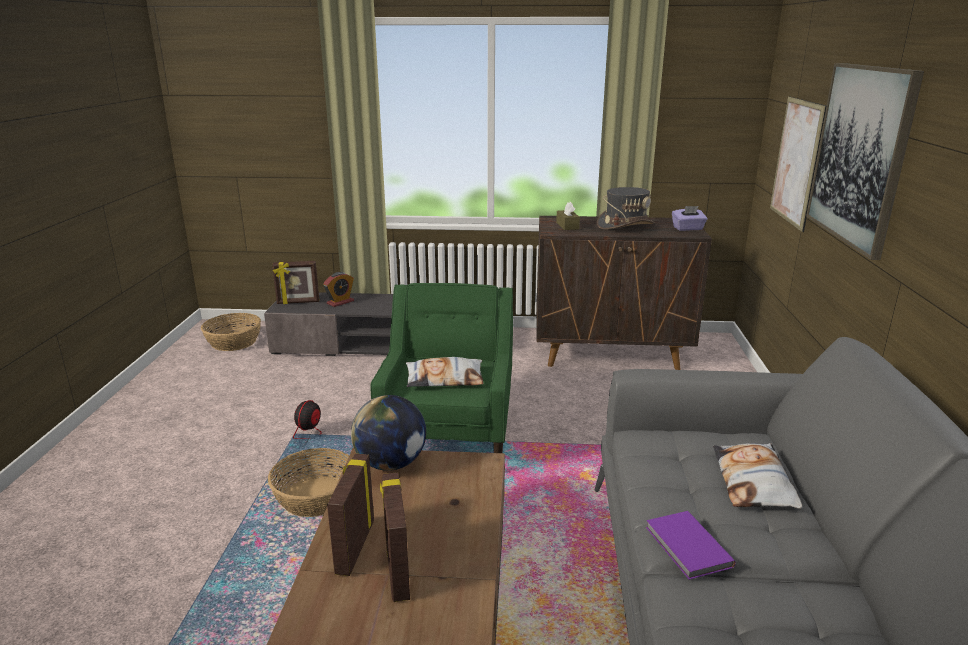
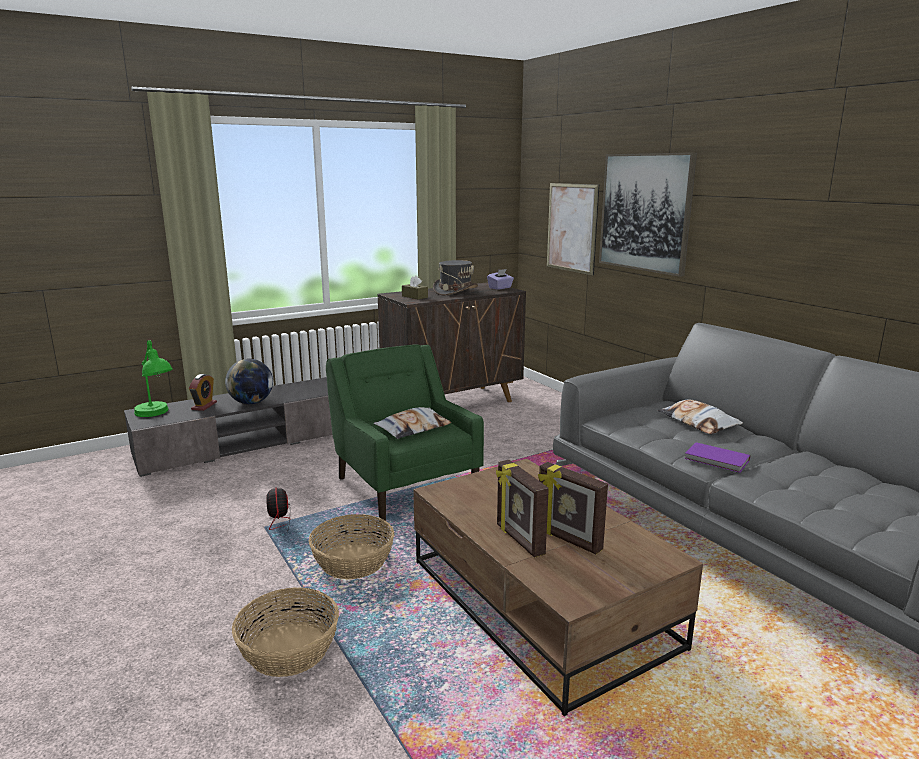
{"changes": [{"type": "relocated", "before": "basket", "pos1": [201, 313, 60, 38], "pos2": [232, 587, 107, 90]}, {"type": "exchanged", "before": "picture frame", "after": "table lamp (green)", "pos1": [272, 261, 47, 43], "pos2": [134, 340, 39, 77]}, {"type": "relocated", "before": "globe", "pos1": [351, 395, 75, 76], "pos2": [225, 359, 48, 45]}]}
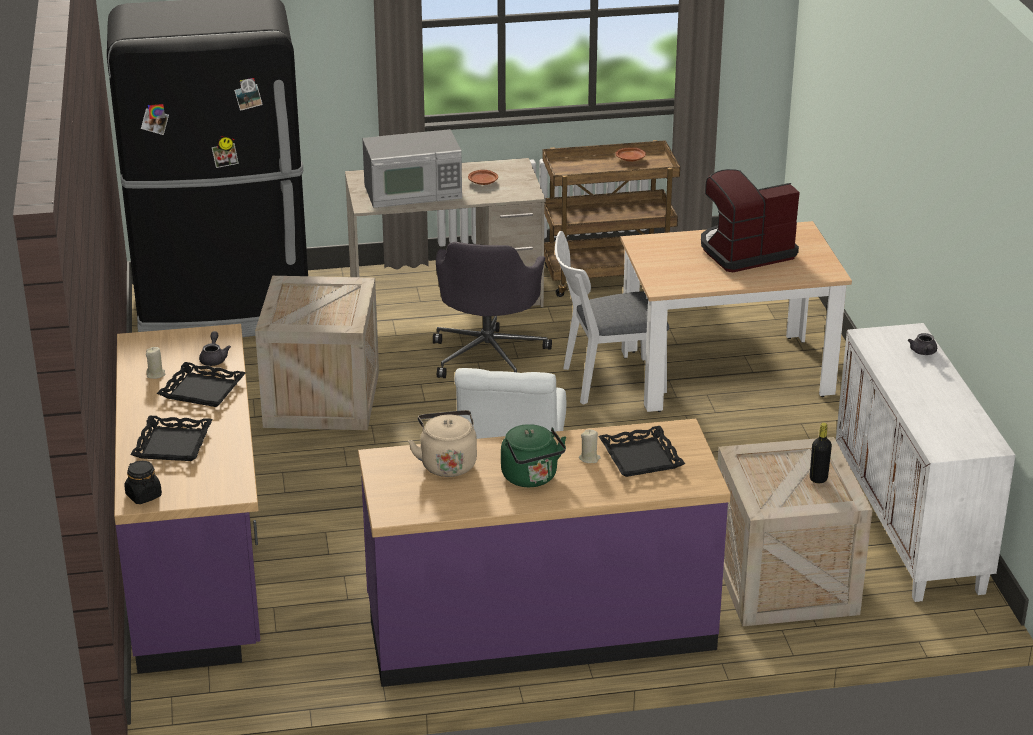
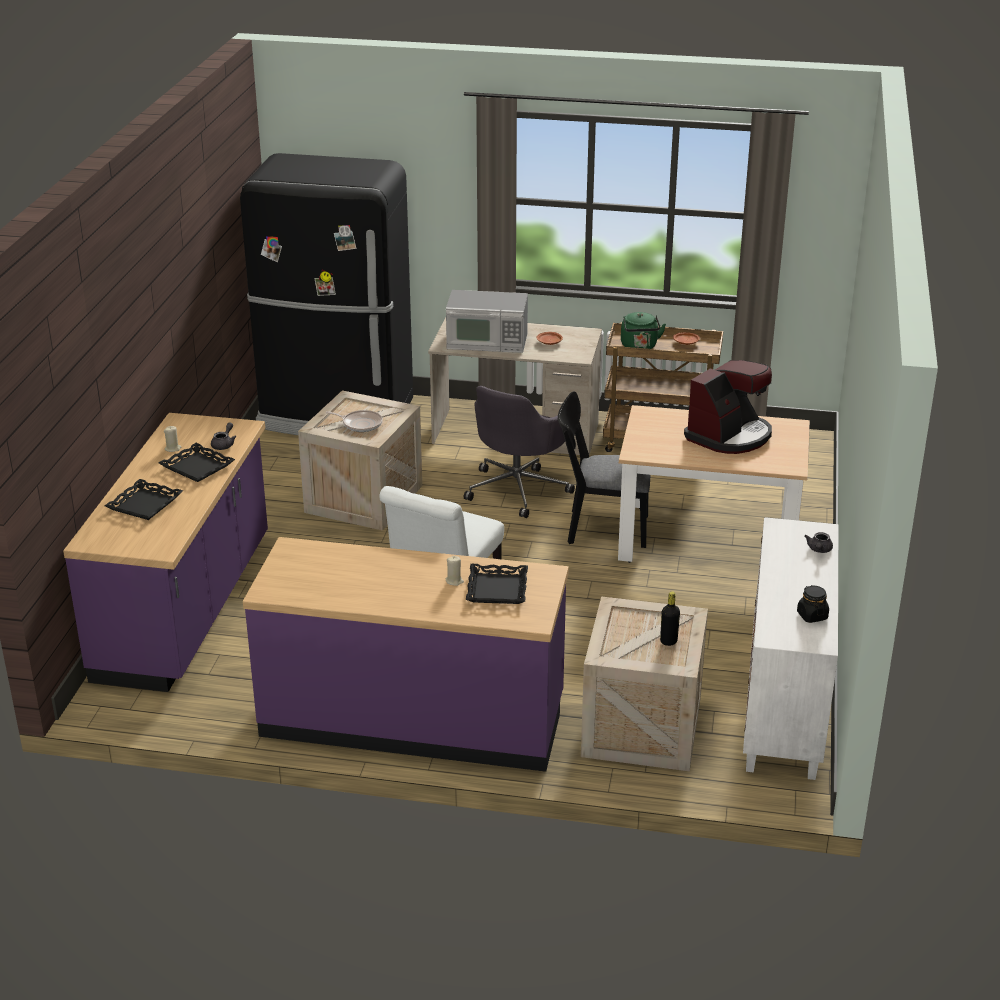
{"changes": [{"type": "relocated", "before": "jar (black)", "pos1": [124, 461, 38, 43], "pos2": [797, 585, 32, 38]}, {"type": "missing", "before": "kettle (beige)", "pos1": [408, 410, 69, 67]}, {"type": "relocated", "before": "kettle (green)", "pos1": [501, 424, 65, 63], "pos2": [621, 312, 45, 37]}, {"type": "colour", "before": "chair (white)", "after": "chair (black)", "pos1": [555, 231, 114, 174], "pos2": [558, 391, 93, 157]}, {"type": "spun", "before": "coffee machine", "pos1": [701, 169, 99, 103], "pos2": [684, 360, 88, 94], "turn": 135}, {"type": "appeared", "after": "frying pan", "pos2": [326, 410, 57, 22]}]}
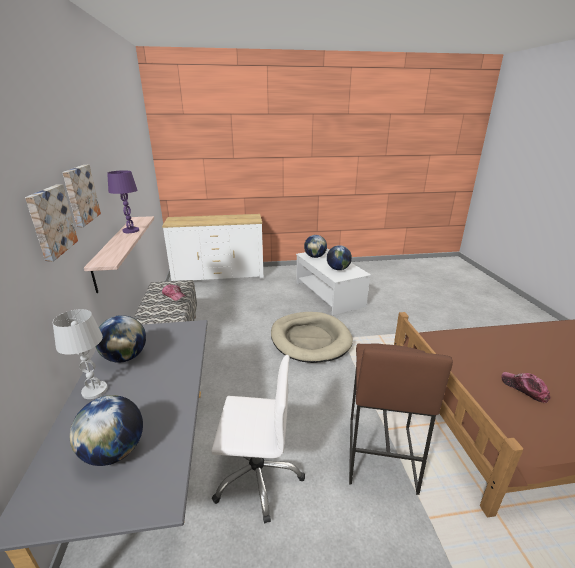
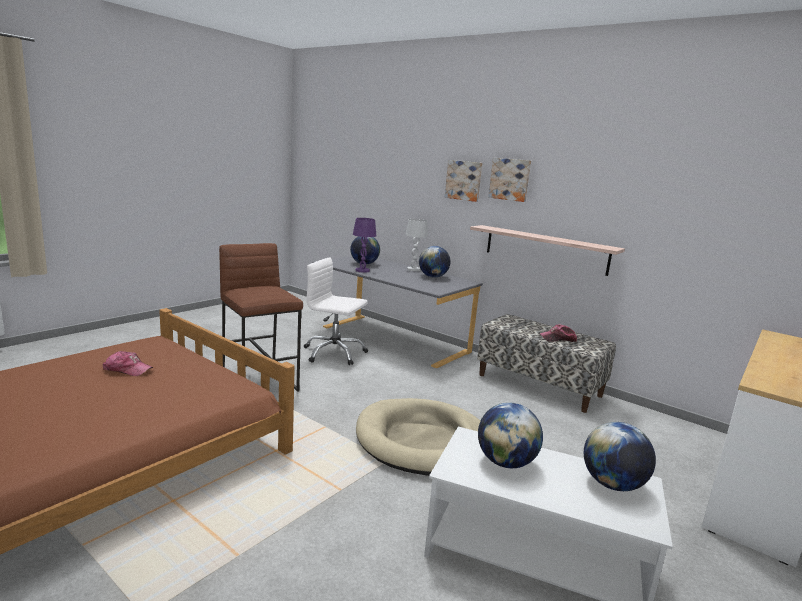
{"changes": [{"type": "relocated", "before": "table lamp (purple)", "pos1": [107, 170, 32, 63], "pos2": [353, 218, 23, 55]}, {"type": "spun", "before": "office chair (white)", "pos1": [211, 355, 94, 169], "pos2": [304, 257, 64, 108], "turn": 60}]}
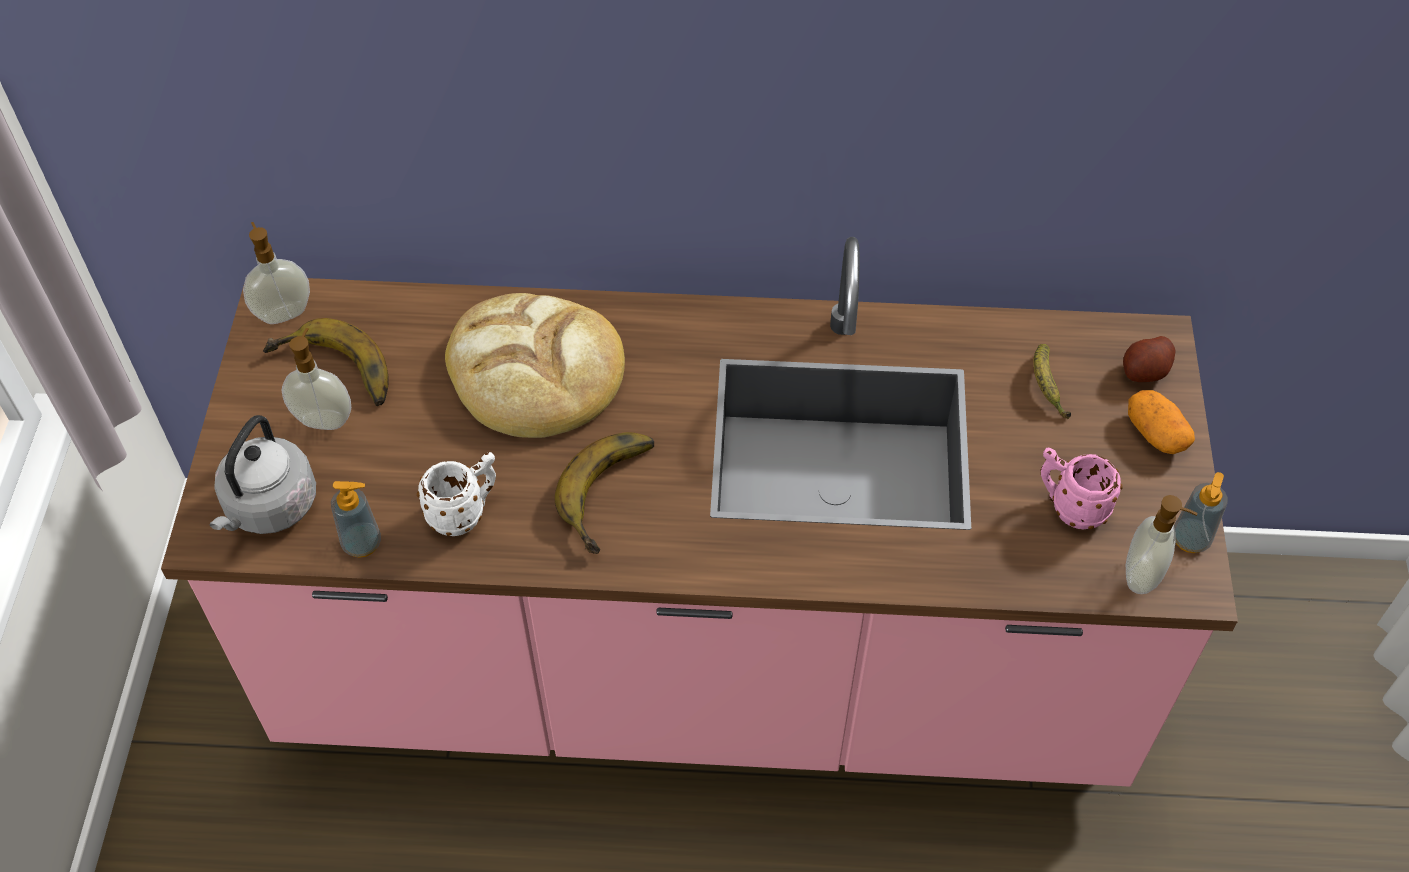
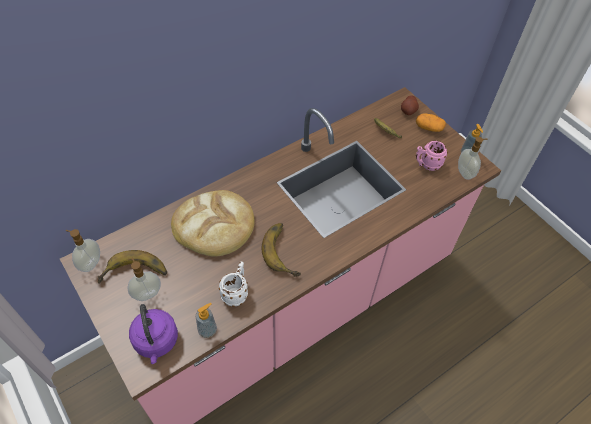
{"changes": [{"type": "colour", "before": "kettle (grey)", "after": "kettle (purple)", "pos1": [209, 415, 107, 119], "pos2": [129, 304, 49, 60]}]}
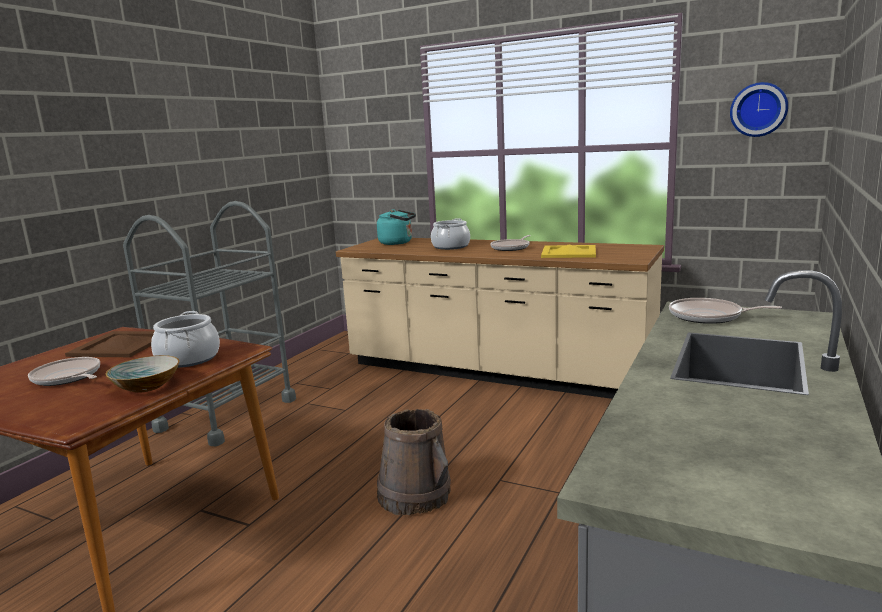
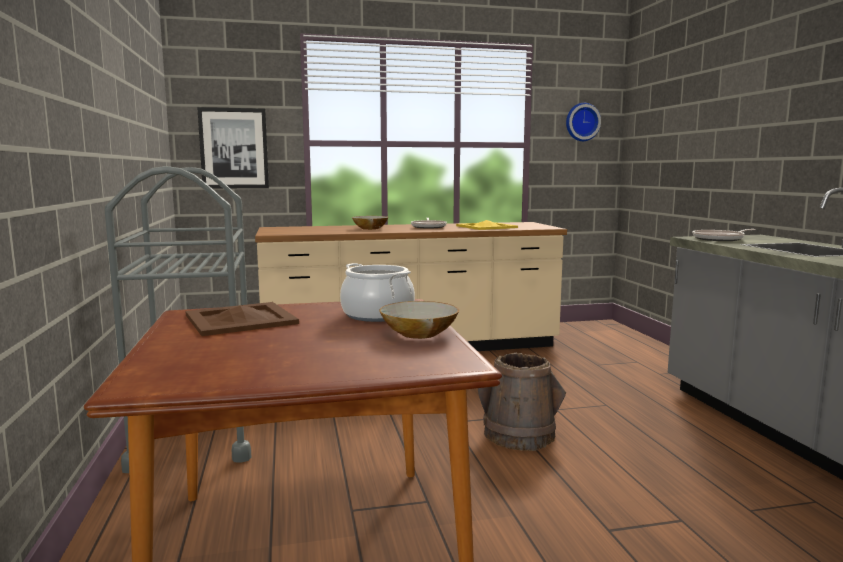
{"changes": [{"type": "missing", "before": "frying pan", "pos1": [28, 357, 72, 29]}, {"type": "missing", "before": "kettle (turquoise)", "pos1": [377, 209, 39, 36]}, {"type": "exchanged", "before": "cooking pot", "after": "bowl", "pos1": [431, 218, 39, 32], "pos2": [352, 216, 37, 14]}, {"type": "appeared", "after": "picture", "pos2": [197, 107, 72, 82]}]}
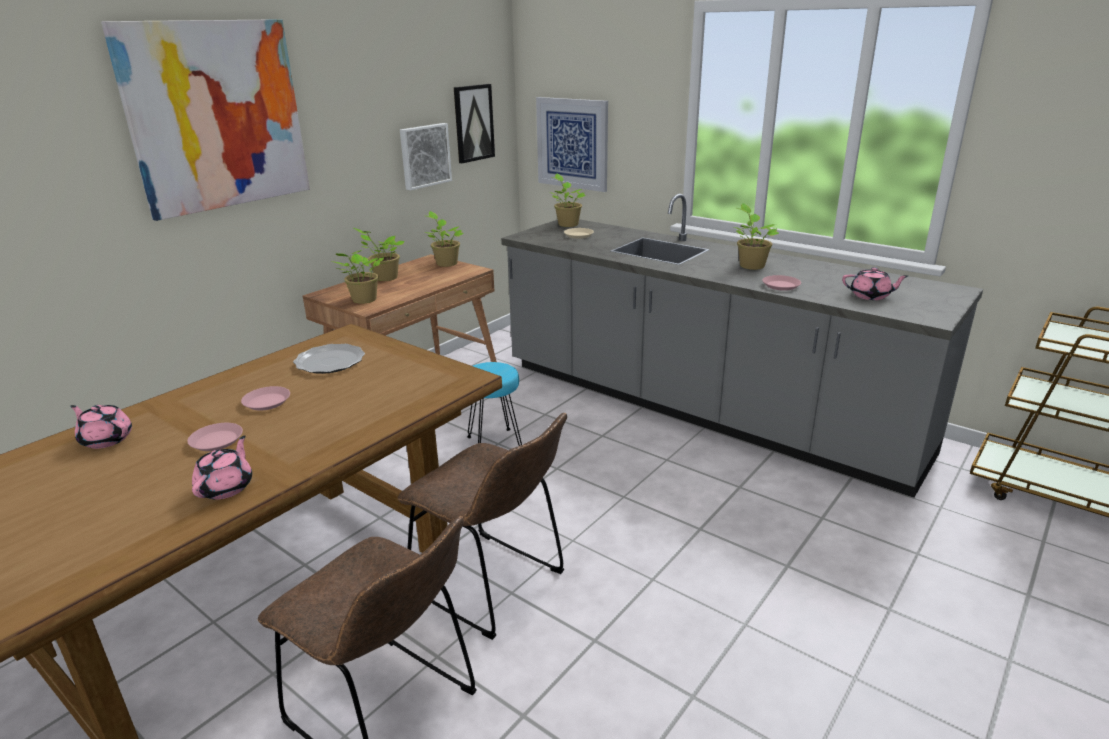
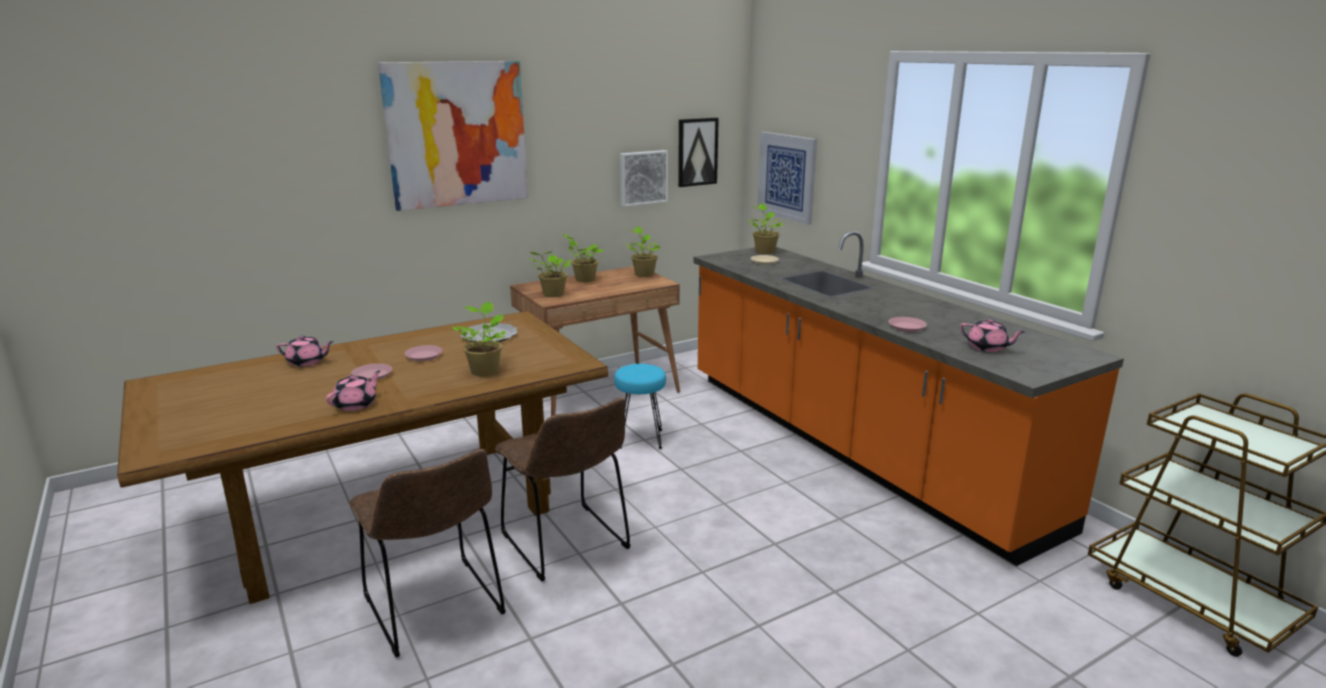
{"changes": [{"type": "spun", "before": "teapot (pink)", "pos1": [70, 405, 62, 44], "pos2": [276, 335, 58, 32], "turn": 135}, {"type": "colour", "before": "counter (grey)", "after": "counter (orange)", "pos1": [501, 194, 482, 304], "pos2": [694, 231, 430, 335]}, {"type": "relocated", "before": "potted plant", "pos1": [734, 203, 45, 67], "pos2": [452, 302, 54, 74]}]}
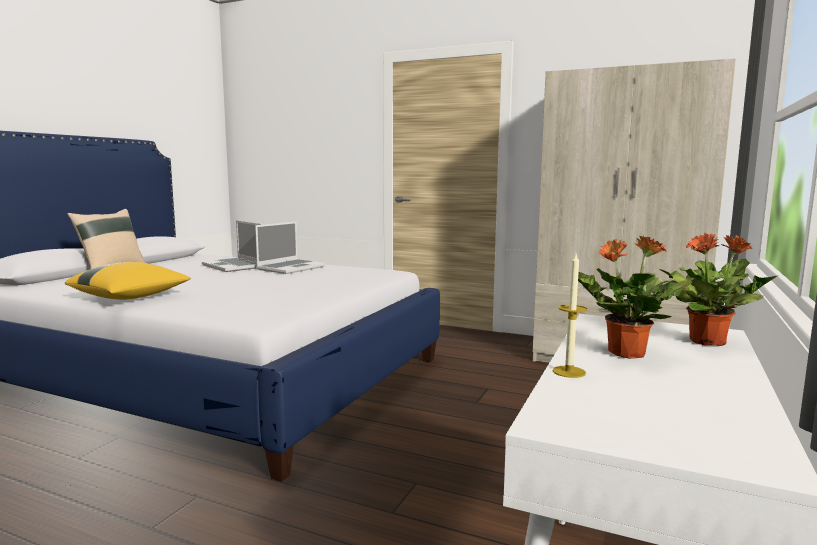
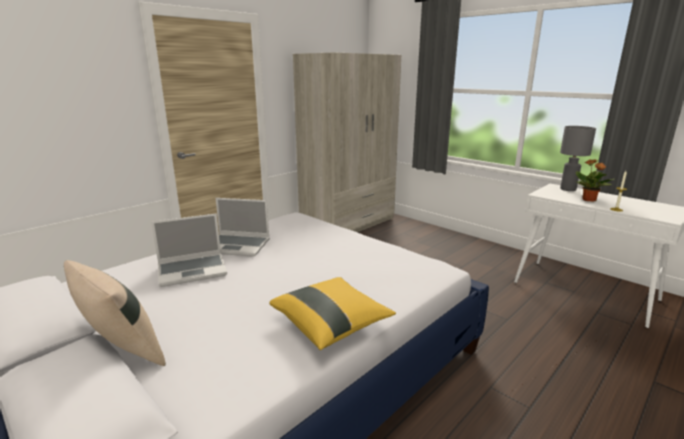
{"changes": [{"type": "spun", "before": "laptop", "pos1": [255, 221, 71, 53], "pos2": [216, 198, 54, 59], "turn": 135}, {"type": "exchanged", "before": "potted plant", "after": "table lamp (grey)", "pos1": [659, 233, 120, 113], "pos2": [560, 126, 36, 65]}]}
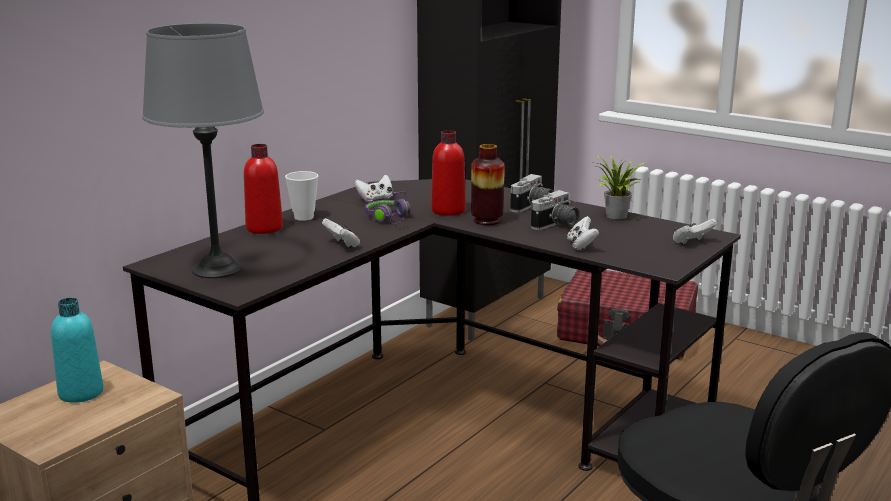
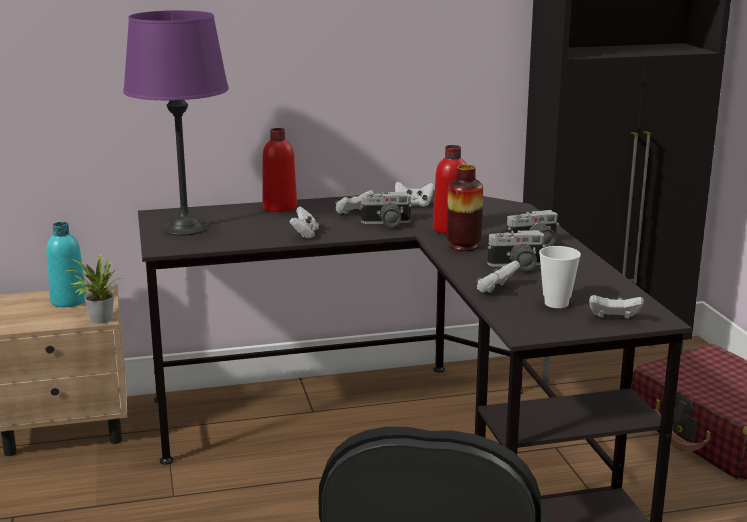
{"changes": [{"type": "colour", "before": "table lamp (grey)", "after": "table lamp (purple)", "pos1": [142, 23, 122, 255], "pos2": [123, 10, 106, 225]}, {"type": "relocated", "before": "cup", "pos1": [285, 171, 33, 50], "pos2": [539, 246, 42, 62]}, {"type": "exchanged", "before": "headphones (purple)", "after": "photo camera", "pos1": [365, 191, 46, 34], "pos2": [360, 192, 52, 35]}, {"type": "relocated", "before": "potted plant", "pos1": [596, 155, 51, 64], "pos2": [65, 252, 58, 72]}, {"type": "appeared", "after": "game controller (white)", "pos2": [336, 190, 38, 25]}]}
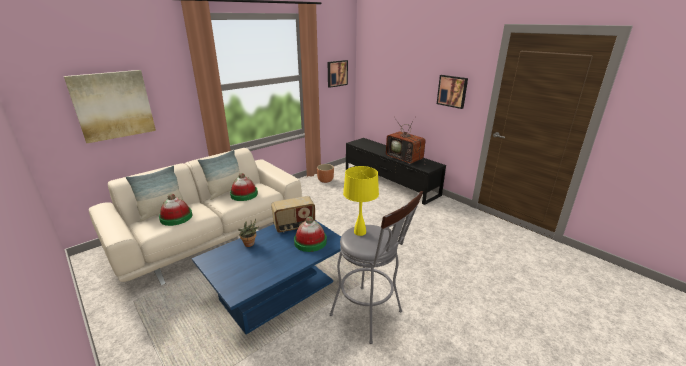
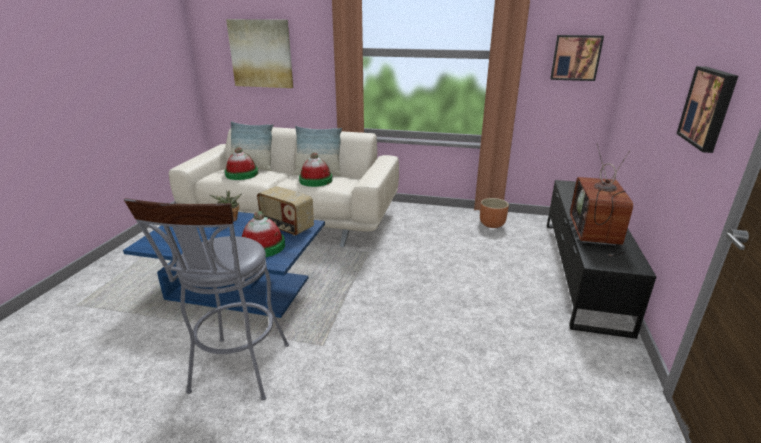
{"changes": [{"type": "missing", "before": "table lamp (yellow)", "pos1": [343, 166, 36, 70]}]}
